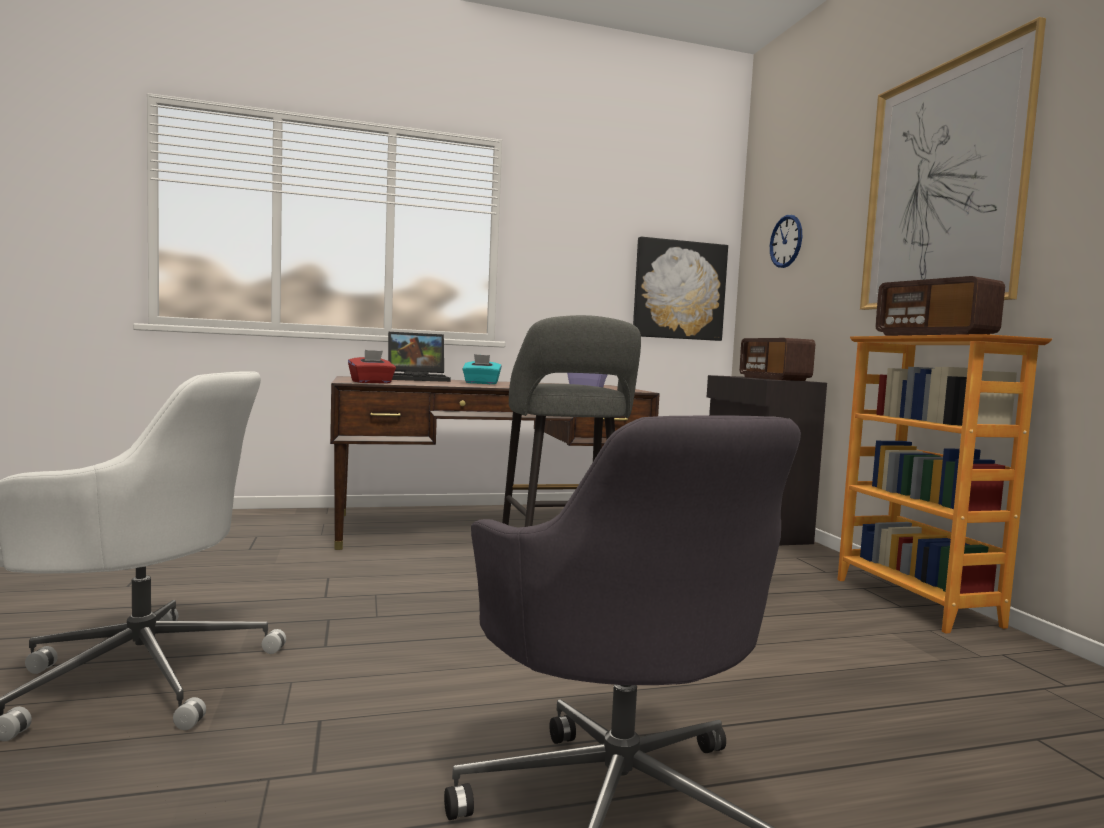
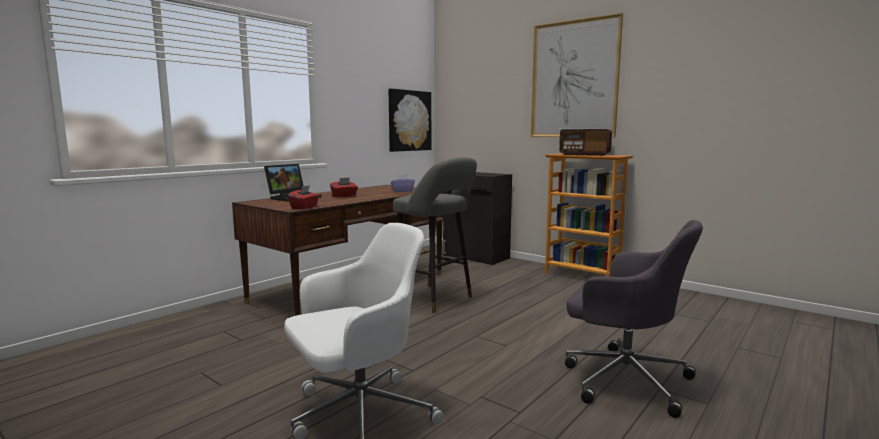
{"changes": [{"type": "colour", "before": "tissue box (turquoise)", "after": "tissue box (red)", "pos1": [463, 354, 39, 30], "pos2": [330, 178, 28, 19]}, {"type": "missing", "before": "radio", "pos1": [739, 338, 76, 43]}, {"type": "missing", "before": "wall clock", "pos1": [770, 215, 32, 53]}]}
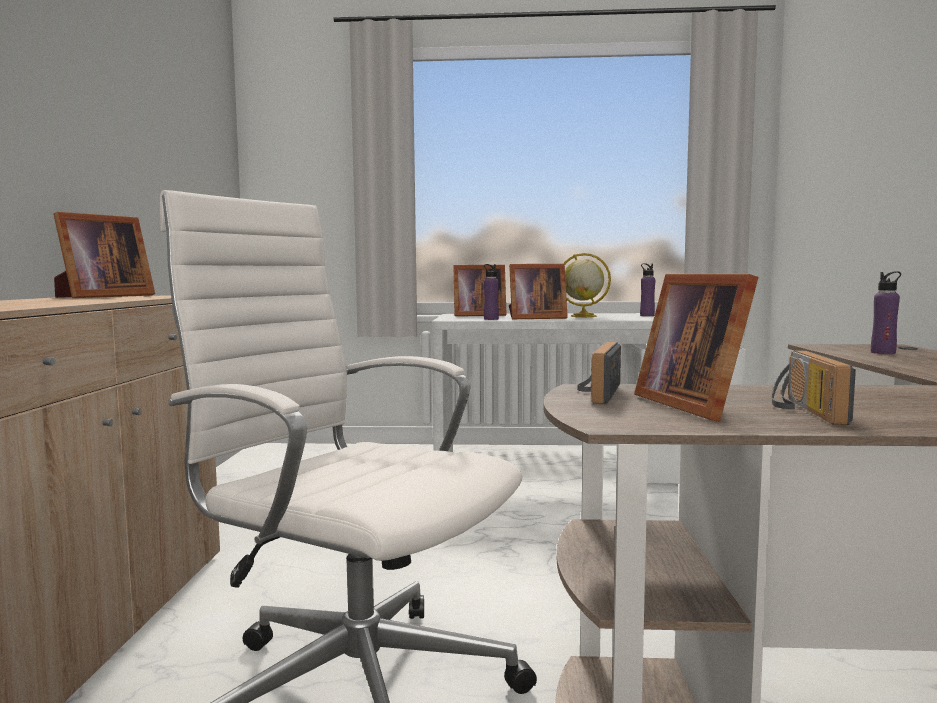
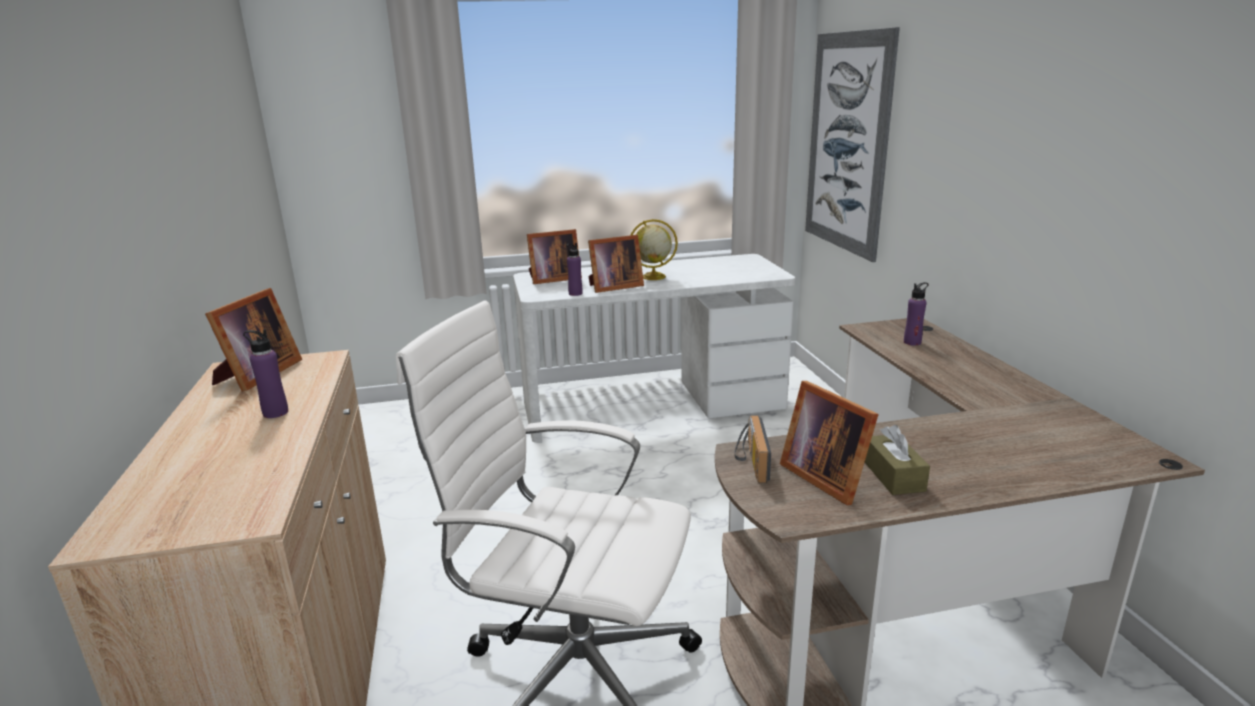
{"changes": [{"type": "relocated", "before": "bottle (purple)", "pos1": [640, 263, 15, 53], "pos2": [243, 329, 45, 89]}, {"type": "exchanged", "before": "radio", "after": "tissue box (brown)", "pos1": [772, 351, 84, 74], "pos2": [865, 425, 65, 70]}, {"type": "appeared", "after": "picture", "pos2": [805, 27, 95, 235]}]}
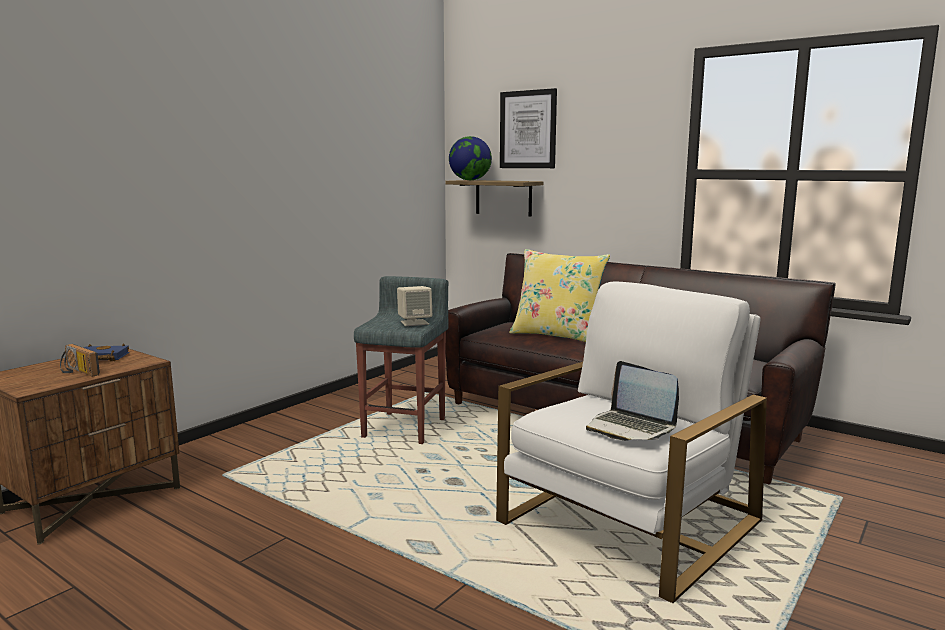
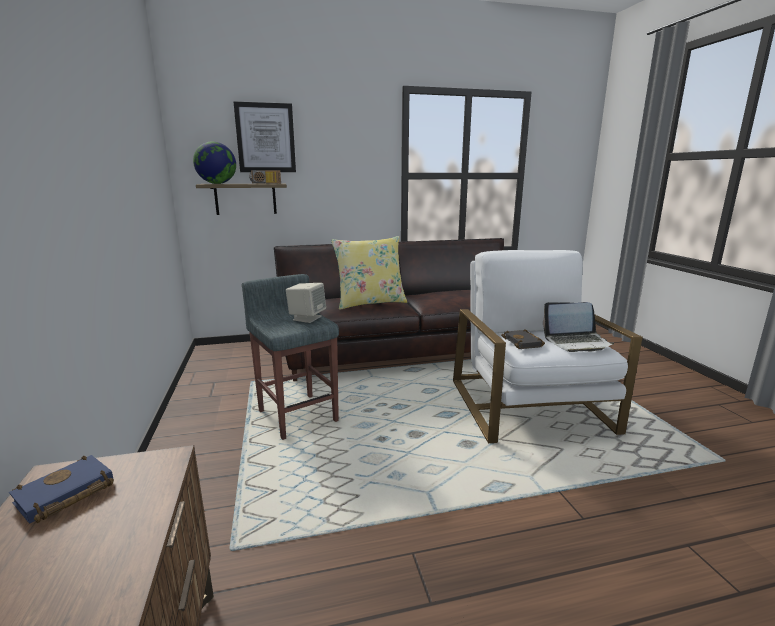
{"changes": [{"type": "relocated", "before": "radio", "pos1": [60, 344, 40, 33], "pos2": [249, 170, 32, 14]}, {"type": "appeared", "after": "book (black)", "pos2": [501, 329, 44, 20]}]}
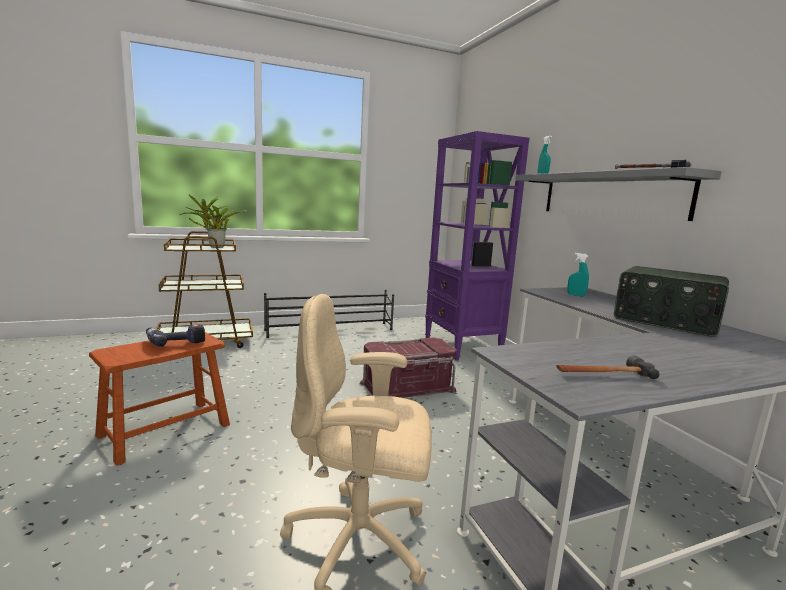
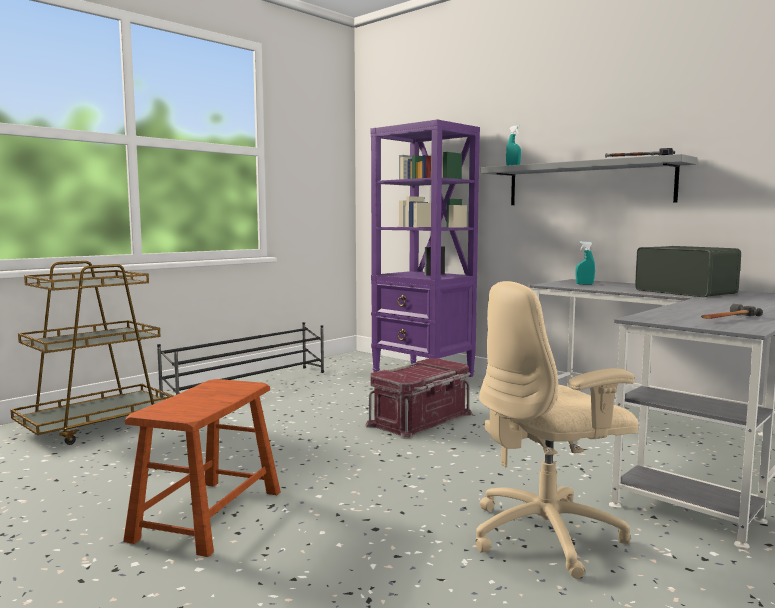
{"changes": [{"type": "missing", "before": "power drill", "pos1": [146, 324, 59, 23]}, {"type": "missing", "before": "potted plant", "pos1": [179, 195, 68, 53]}, {"type": "spun", "before": "radio", "pos1": [614, 266, 115, 71], "pos2": [635, 246, 106, 51], "turn": -135}]}
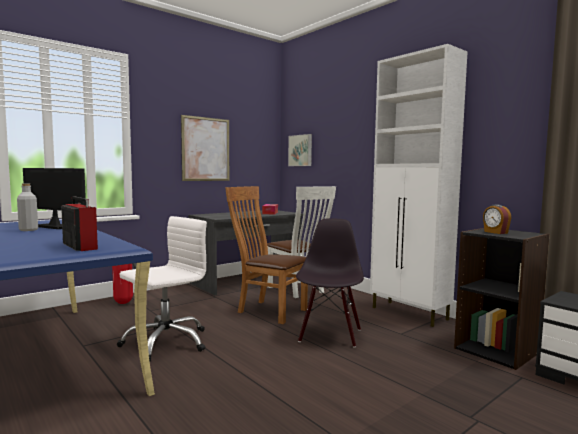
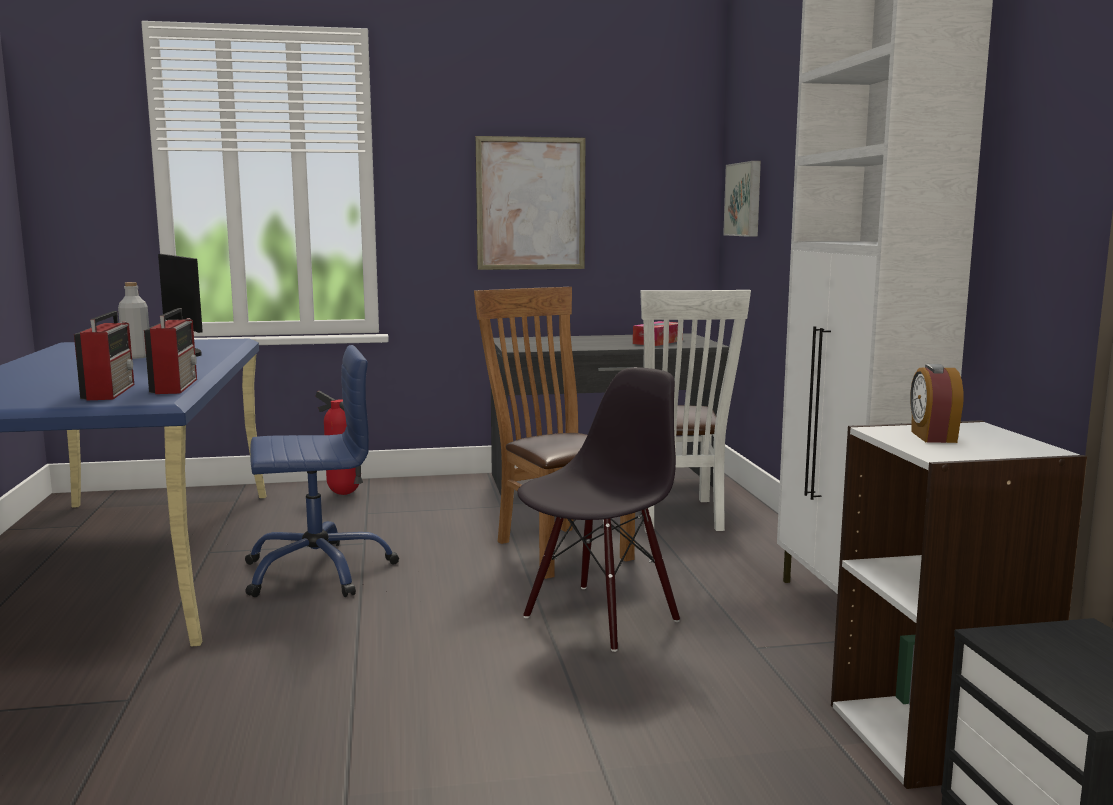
{"changes": [{"type": "colour", "before": "office chair (white)", "after": "office chair (blue)", "pos1": [117, 216, 90, 146], "pos2": [245, 345, 154, 252]}, {"type": "colour", "before": "bookcase (black)", "after": "bookcase (white)", "pos1": [454, 228, 95, 142], "pos2": [831, 420, 256, 369]}, {"type": "appeared", "after": "radio", "pos2": [144, 308, 53, 86]}]}
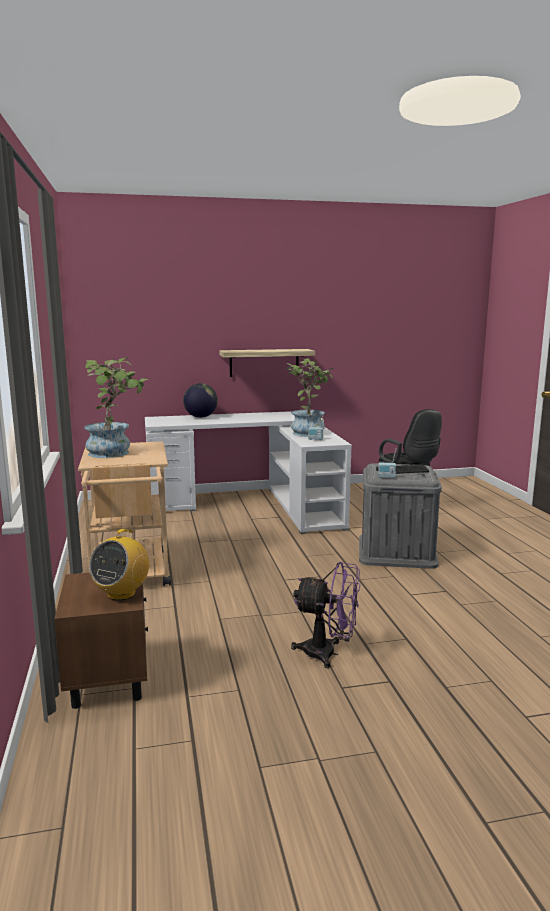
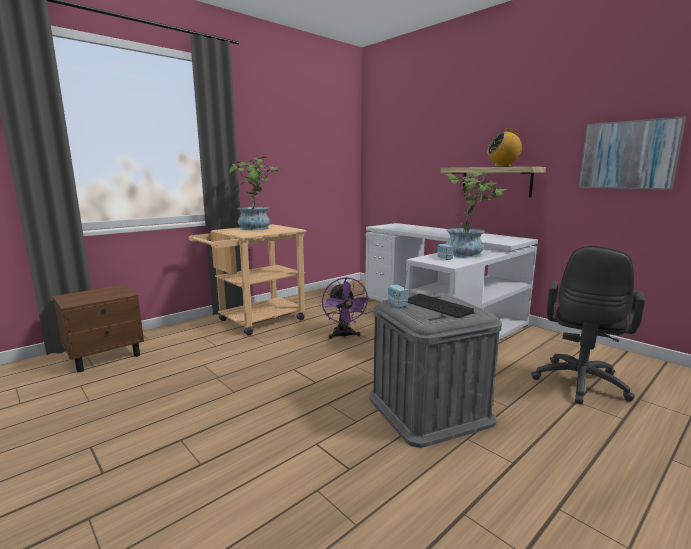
{"changes": [{"type": "relocated", "before": "radio", "pos1": [89, 529, 60, 72], "pos2": [487, 128, 35, 39]}, {"type": "missing", "before": "globe", "pos1": [183, 383, 35, 35]}, {"type": "relocated", "before": "fan (purple)", "pos1": [291, 562, 69, 106], "pos2": [322, 277, 48, 62]}, {"type": "appeared", "after": "picture", "pos2": [578, 116, 108, 74]}]}
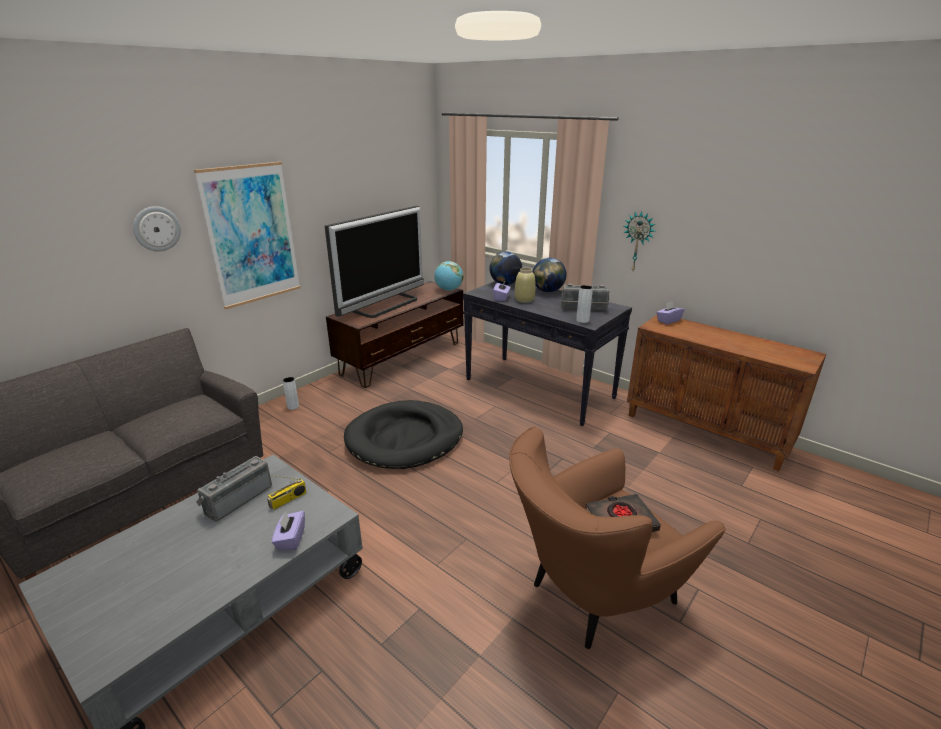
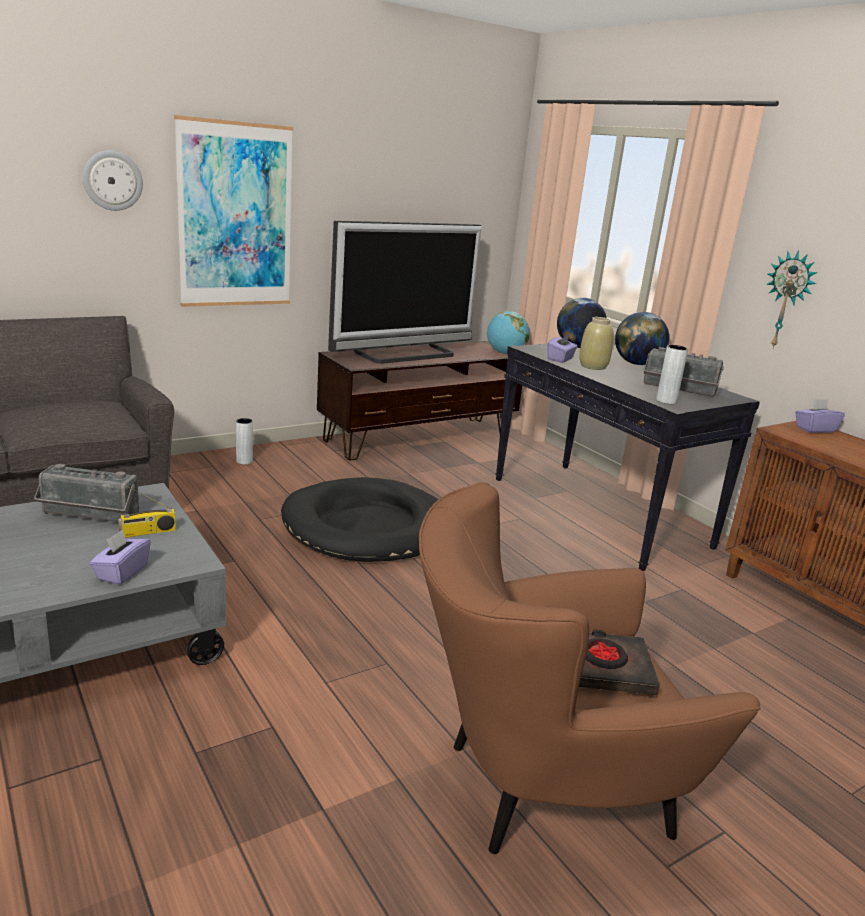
{"changes": [{"type": "spun", "before": "radio", "pos1": [196, 456, 76, 66], "pos2": [34, 464, 105, 58], "turn": -135}]}
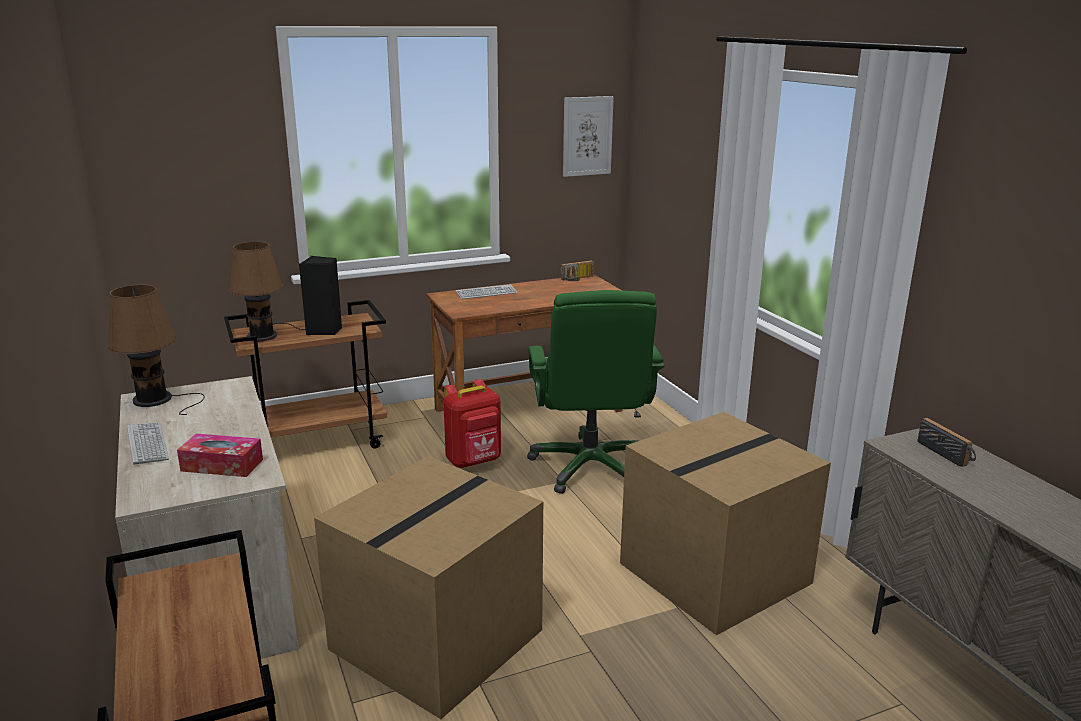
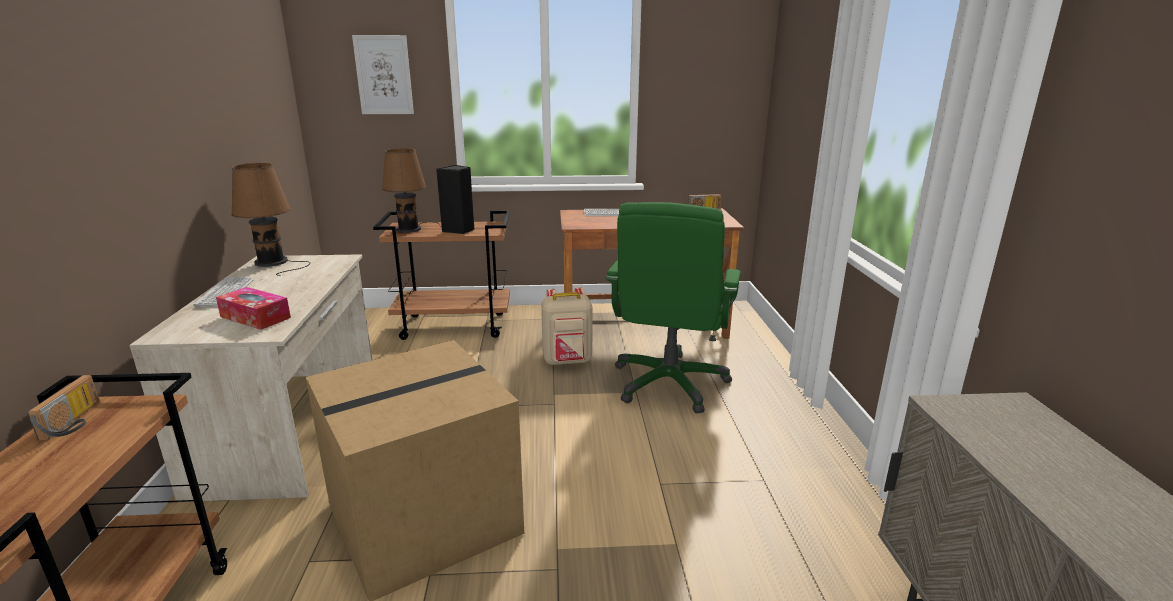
{"changes": [{"type": "colour", "before": "backpack (red)", "after": "backpack (beige)", "pos1": [443, 379, 58, 89], "pos2": [541, 287, 52, 78]}, {"type": "relocated", "before": "picture", "pos1": [563, 96, 51, 81], "pos2": [352, 35, 62, 79]}, {"type": "missing", "before": "cardboard box", "pos1": [620, 412, 211, 223]}, {"type": "relocated", "before": "radio", "pos1": [918, 418, 58, 49], "pos2": [27, 375, 73, 66]}]}
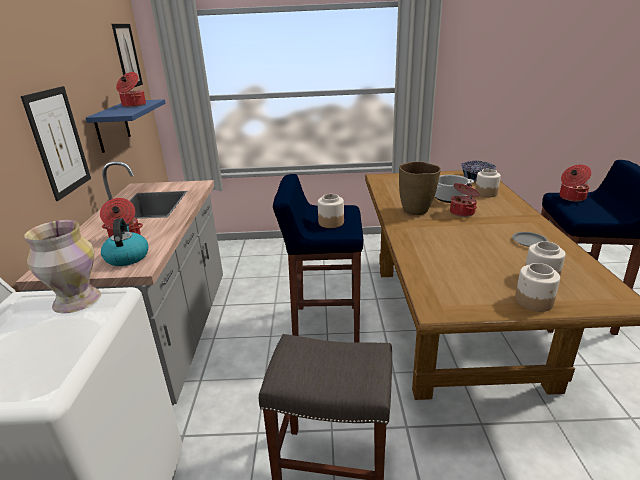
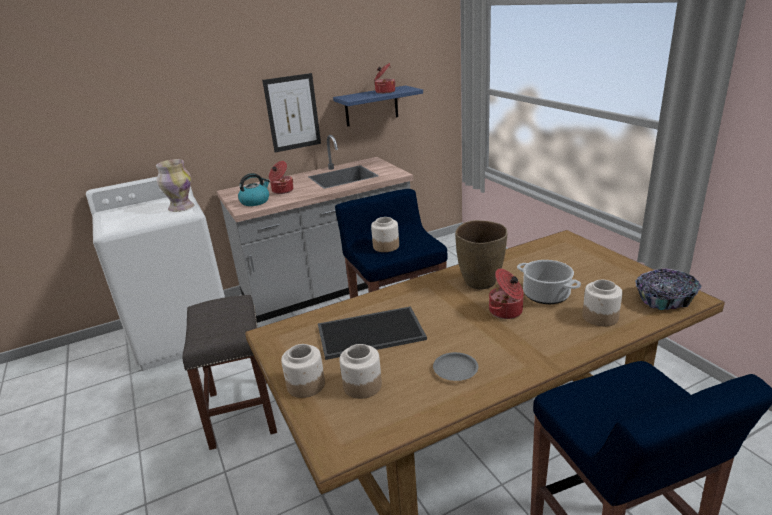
{"changes": [{"type": "missing", "before": "picture", "pos1": [112, 24, 31, 63]}, {"type": "missing", "before": "cooking pot", "pos1": [559, 165, 32, 36]}, {"type": "appeared", "after": "tray", "pos2": [318, 306, 109, 54]}]}
